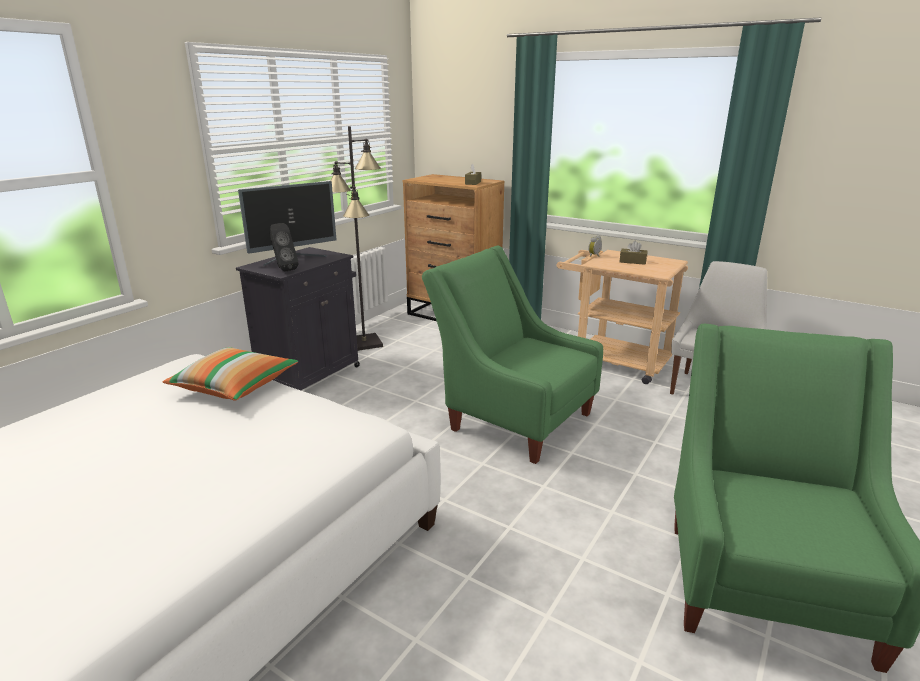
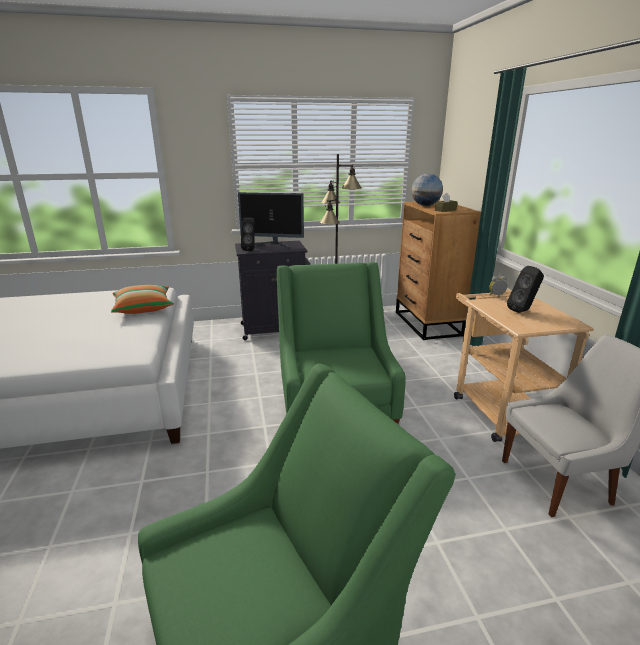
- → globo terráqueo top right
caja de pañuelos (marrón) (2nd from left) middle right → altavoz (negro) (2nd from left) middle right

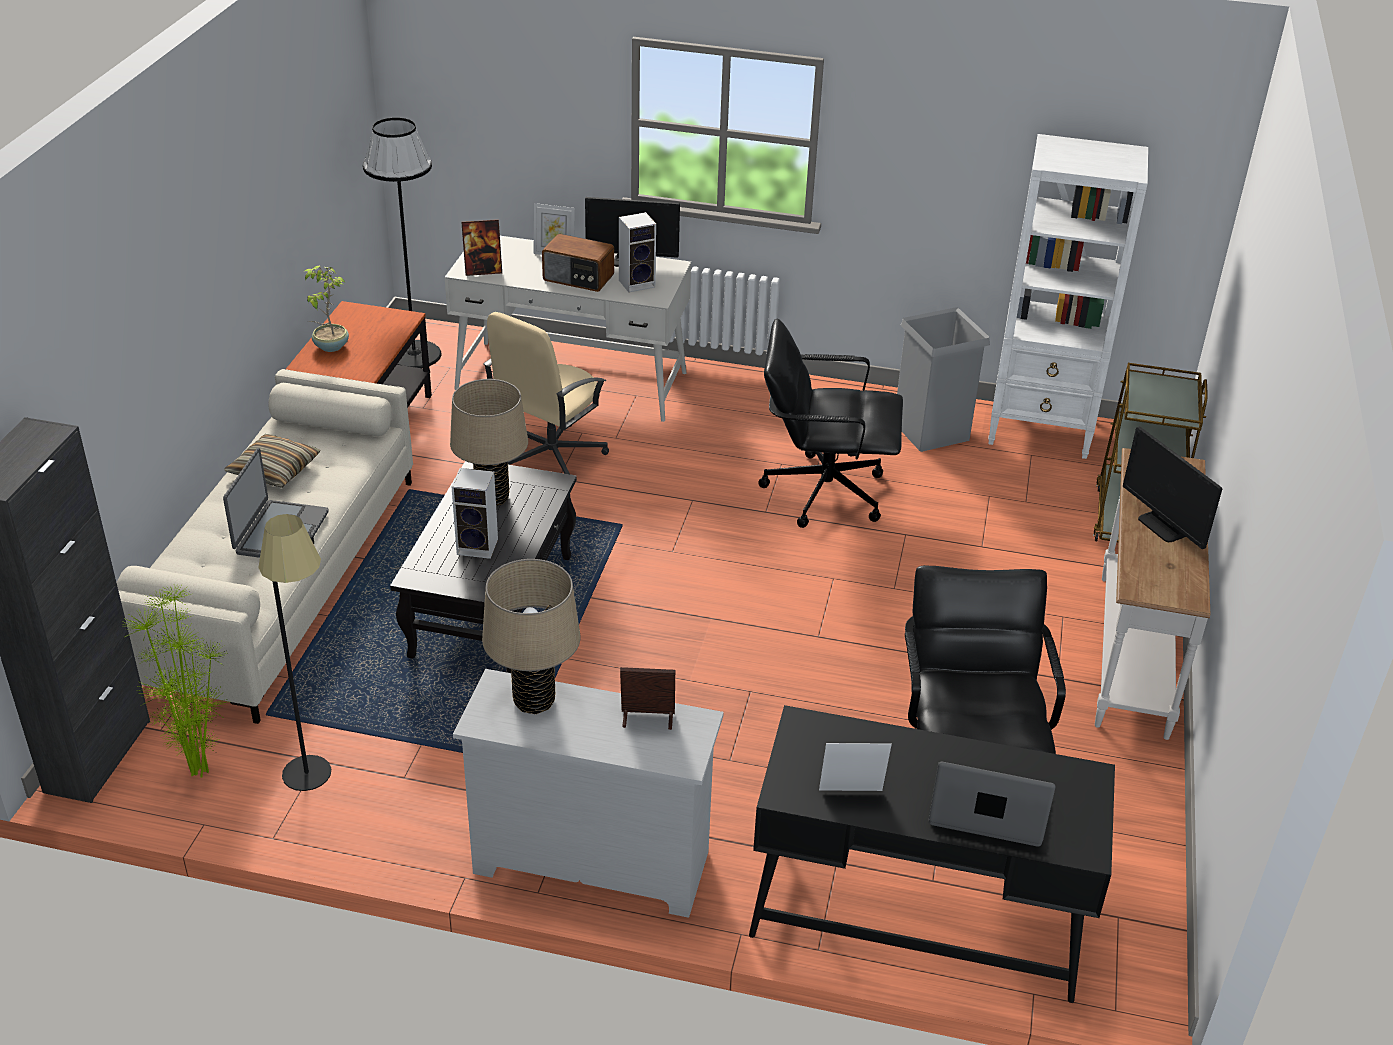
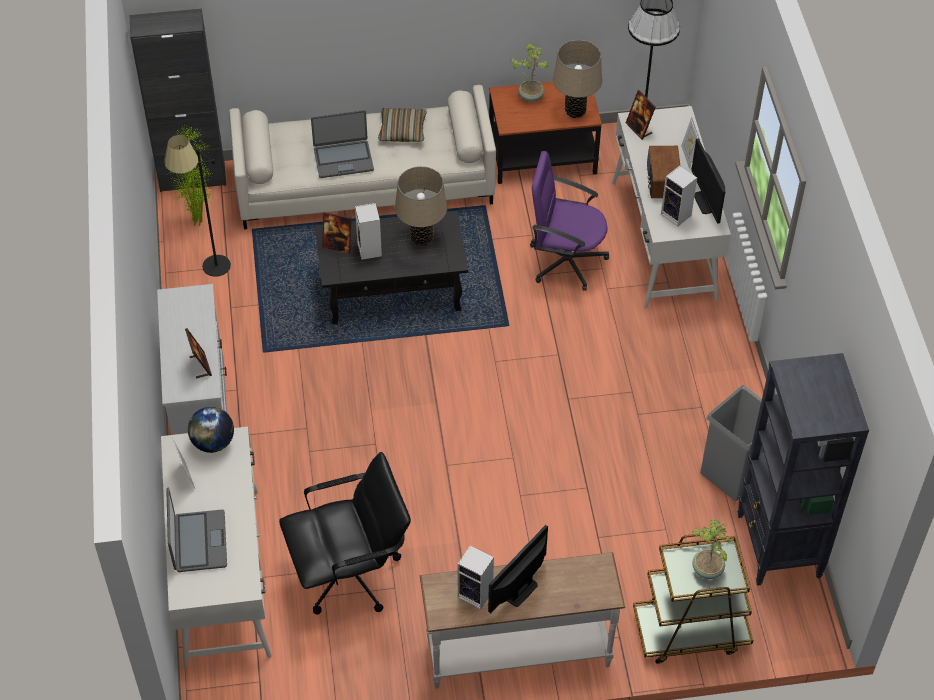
escritorio (negro) bottom right → escritorio (blanco) (1st from left) bottom left
- → globo terráqueo middle left
- → portarretratos (3rd from left) top centre
- → altavoz (2nd from left) bottom centre
silla de oficina (beis) centre → silla de oficina (morado) top centre
lámpara de mesa (beis) (2nd from left) centre → lámpara de mesa (beis) (2nd from left) top centre, moved
- → planta en maceta (3rd from left) bottom right
estantería (blanco) top right → estantería (negro) bottom right
silla de oficina (negro) (1st from left) centre → -

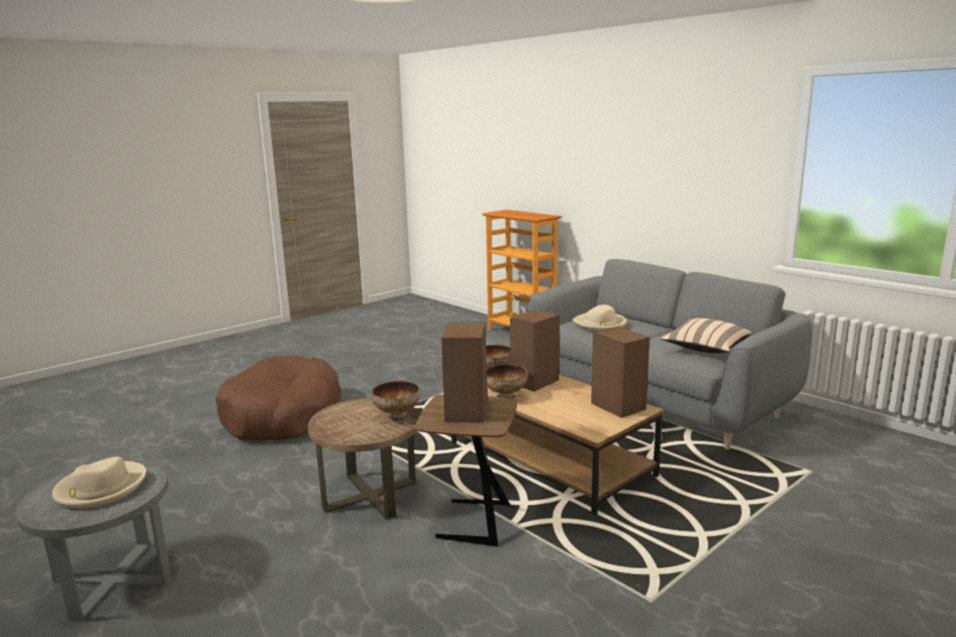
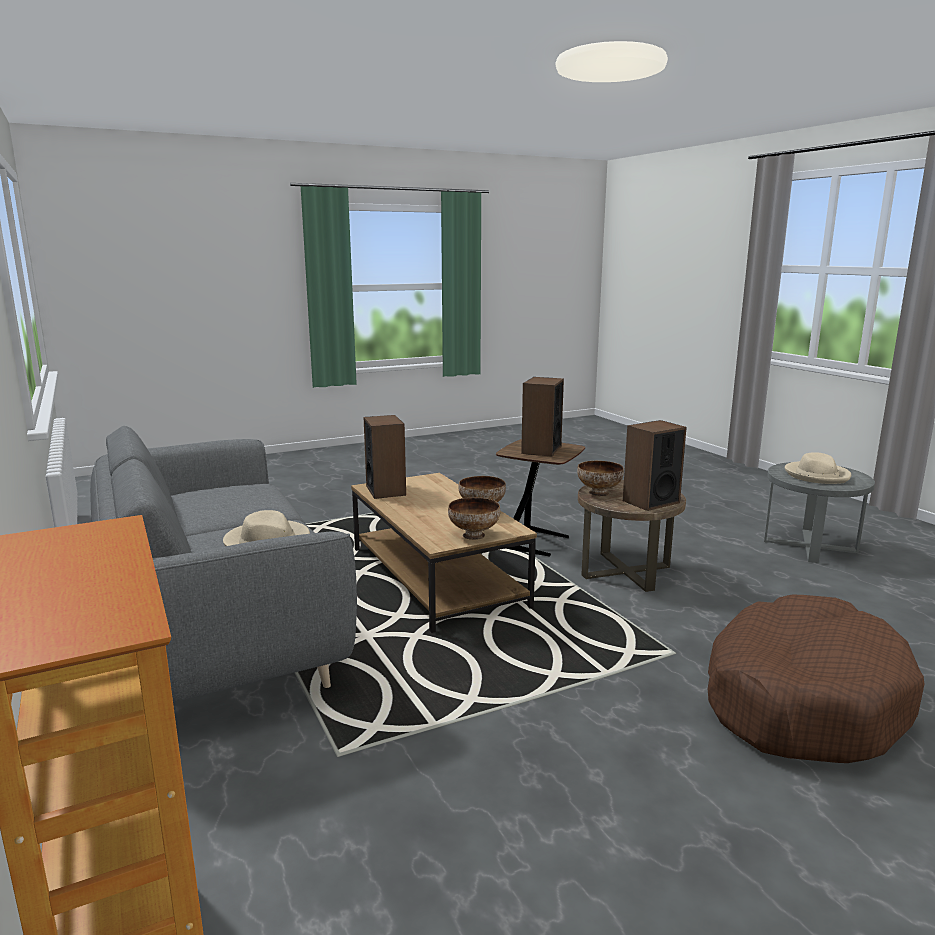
altavoz (2nd from left in the first image) centre → altavoz (3rd from left) middle right, moved
cojín (beis) middle right → -

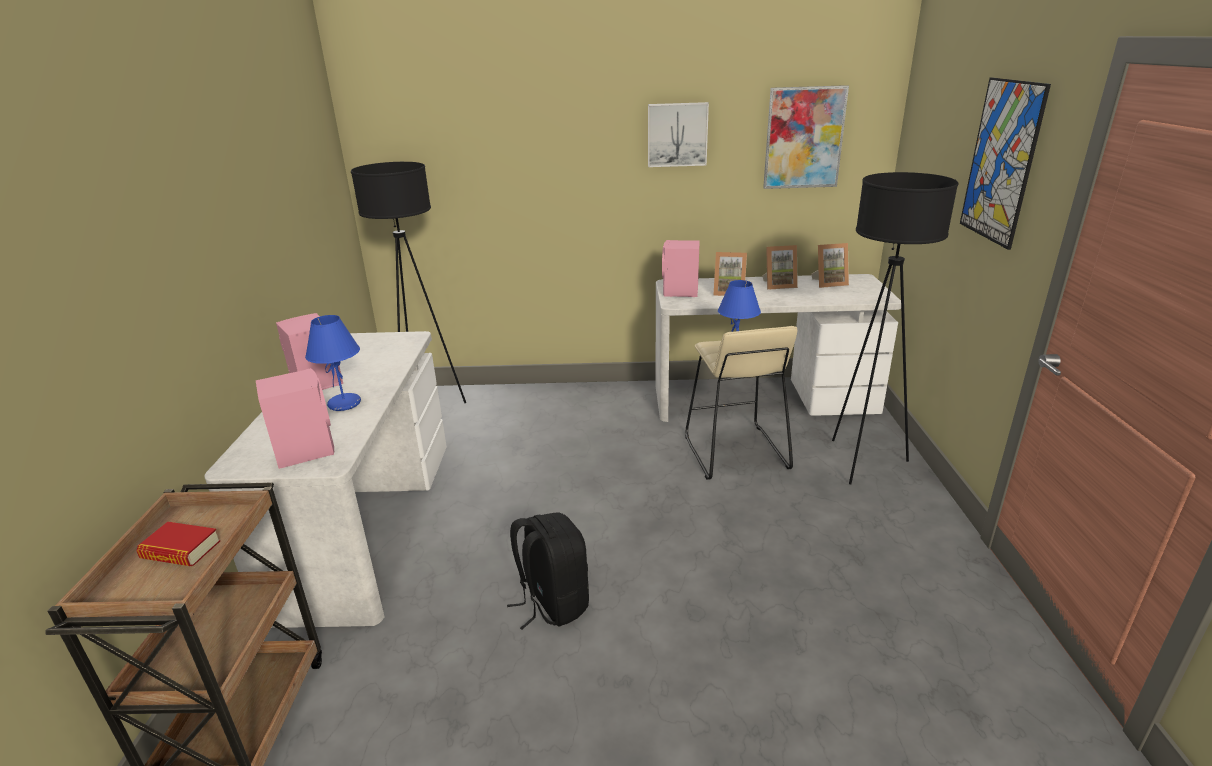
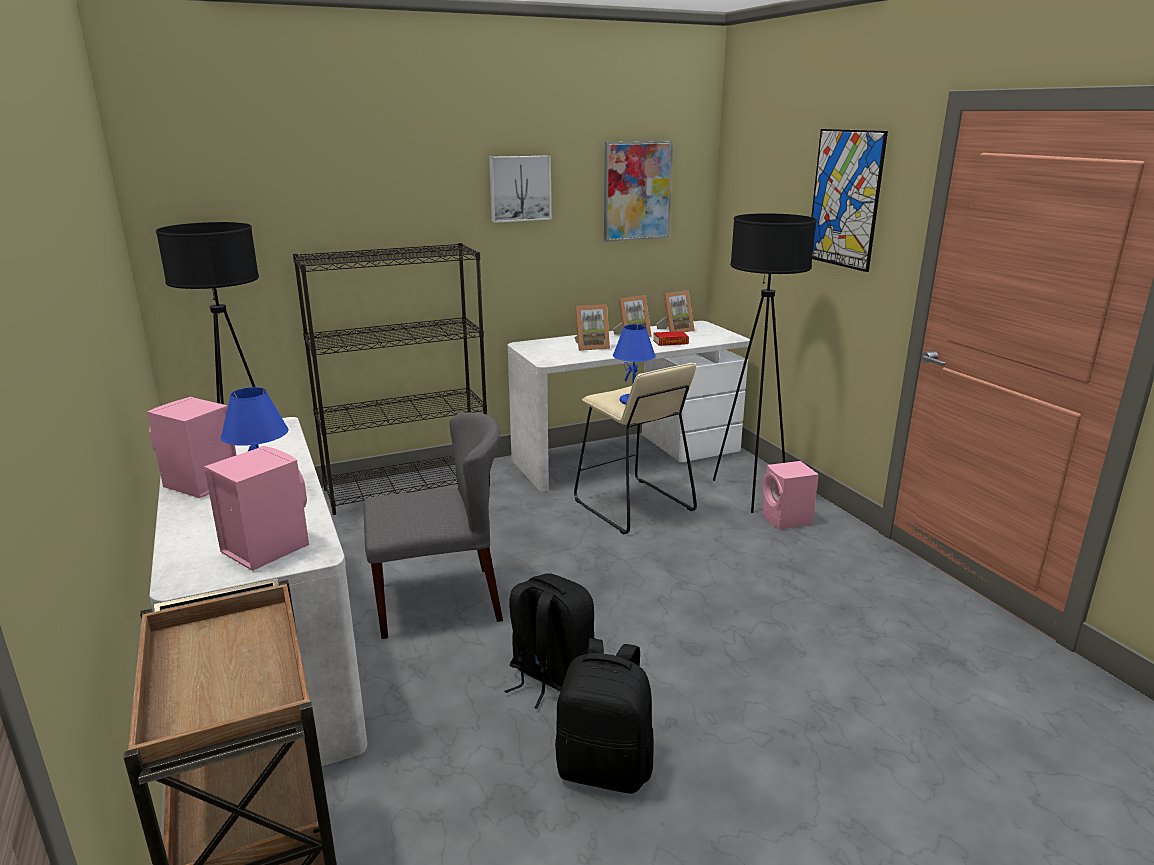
- → estantería (negro) centre
- → silla (gris) centre
- → mochila (negro) (2nd from left) bottom centre
libro bottom left → libro centre, moved
altavoz (rosa) (3rd from left) centre → altavoz (rosa) (3rd from left) middle right, moved

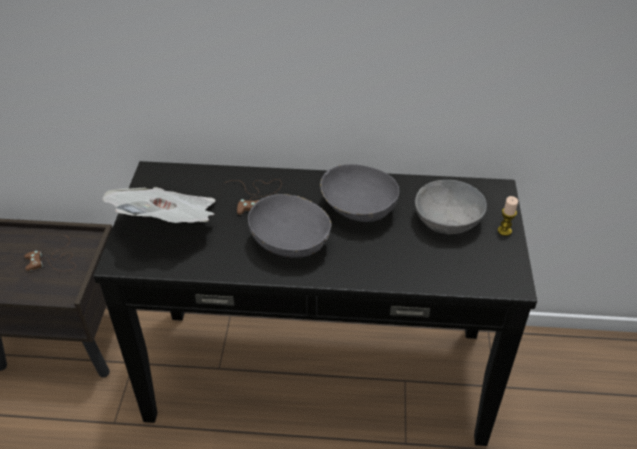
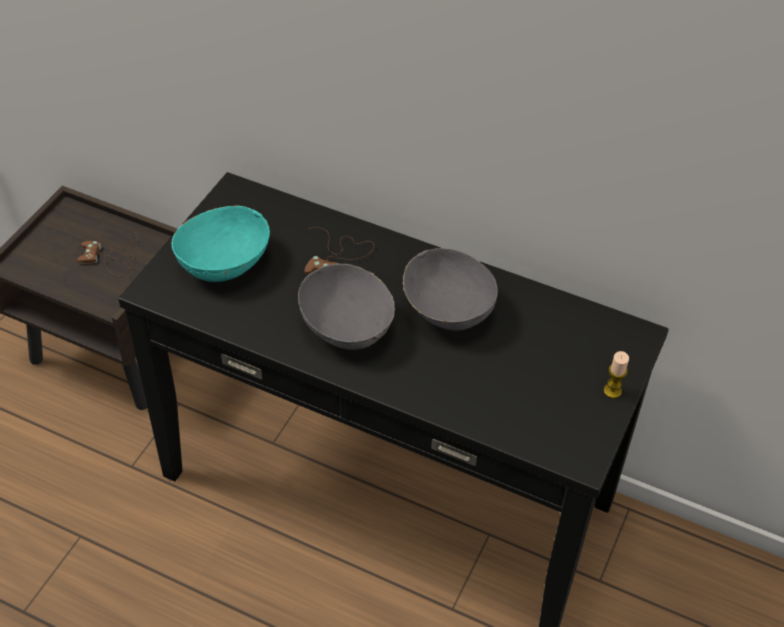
periódico middle left → cuenco (turquesa) middle left
cuenco (gris) (3rd from left) middle right → -

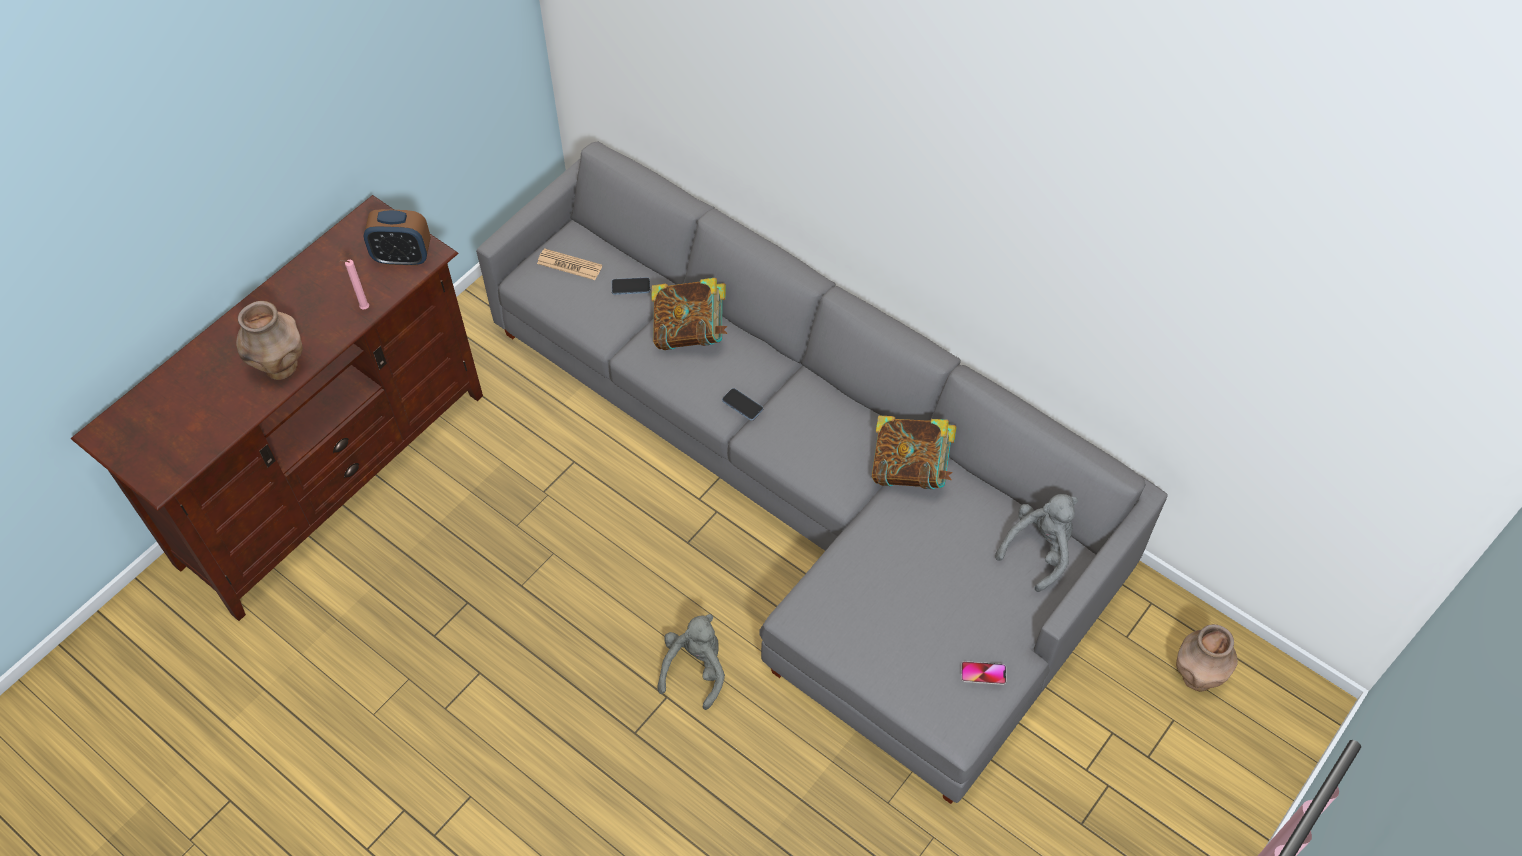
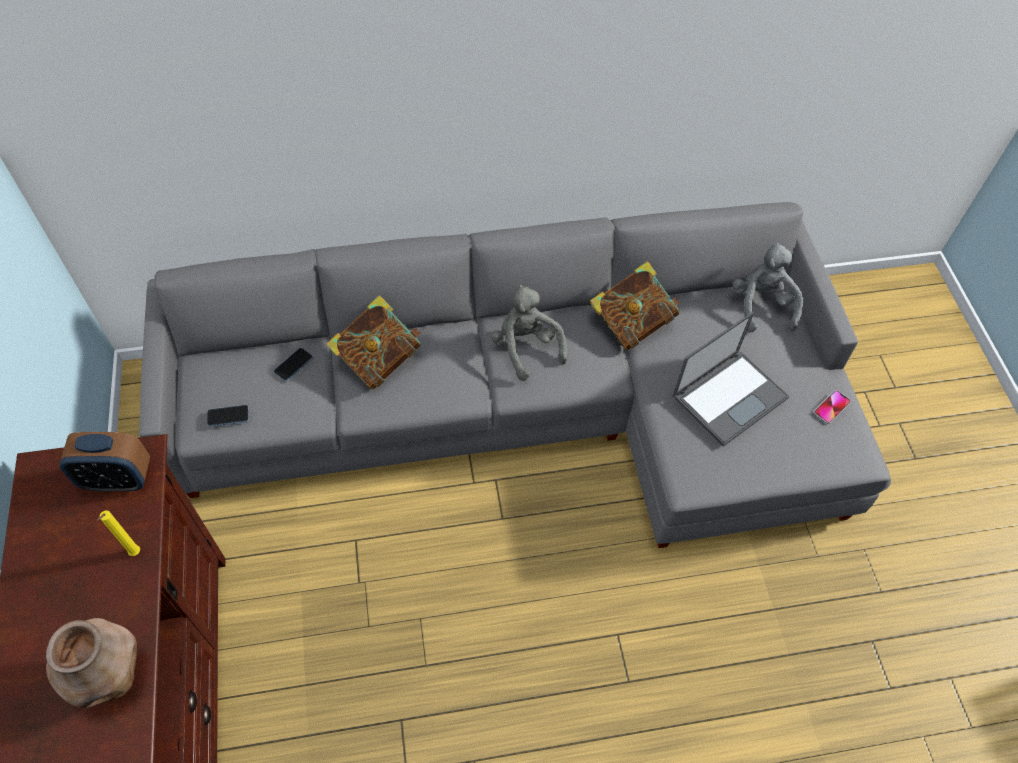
despertador top left → despertador middle left, 45 degrees clockwise
vela (rosa) top left → vela (amarillo) bottom left
móvil (2nd from left in the first image) centre → móvil (1st from left) middle left, moved
peluche (gris) (1st from left) bottom centre → peluche (gris) (1st from left) centre, moved
- → portátil middle right
periódico top centre → -
florero (marrón) (2nd from left) bottom right → -

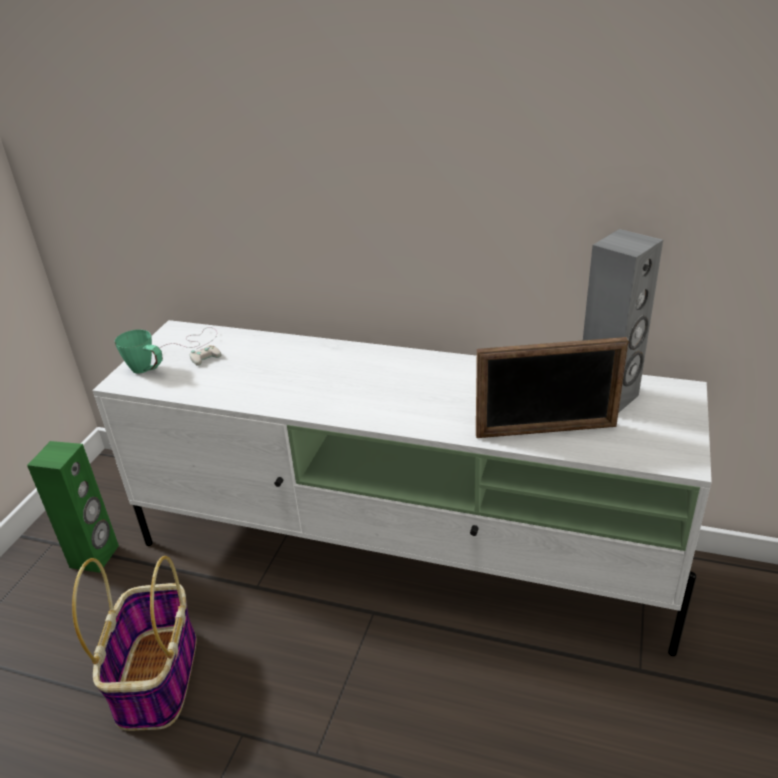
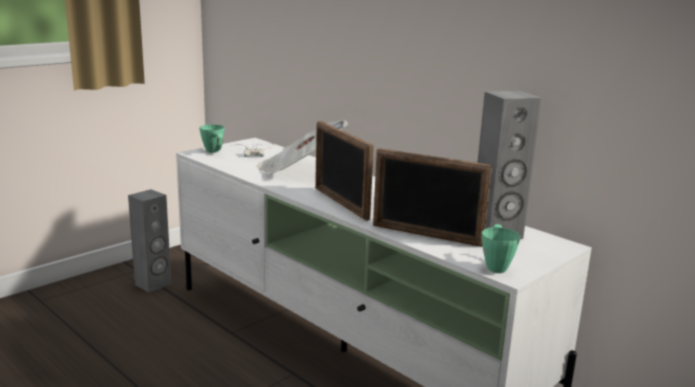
altavoz (verde) middle left → altavoz (gris) (1st from left) middle left
- → periódico centre
- → portarretratos (1st from left) centre
- → taza grande (verde) (2nd from left) middle right
cesta bottom left → -

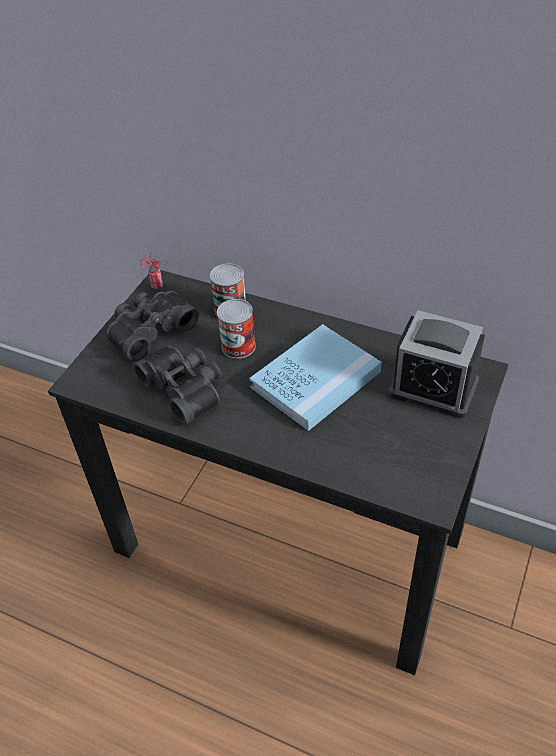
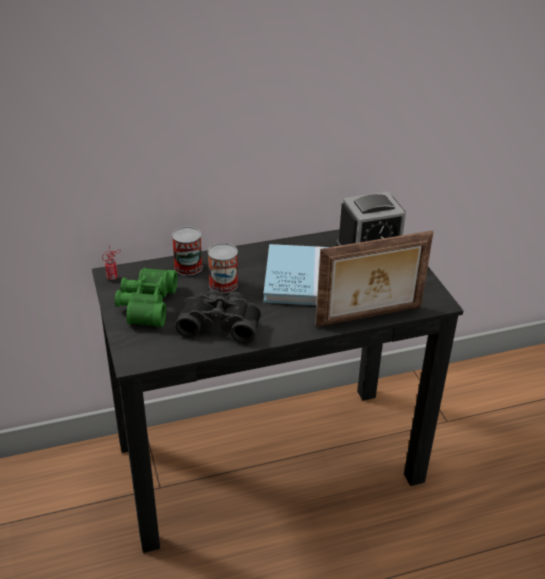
prismáticos (negro) (1st from left) middle left → prismáticos (verde) middle left
- → portarretratos middle right

